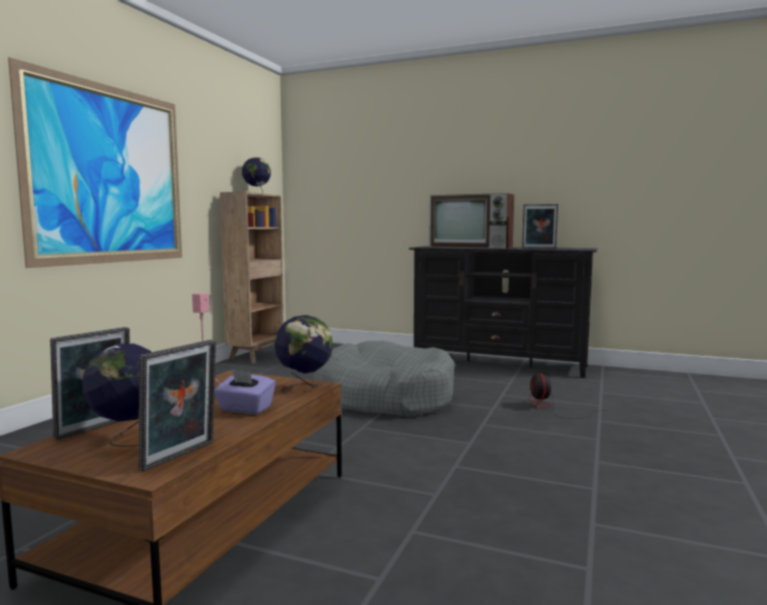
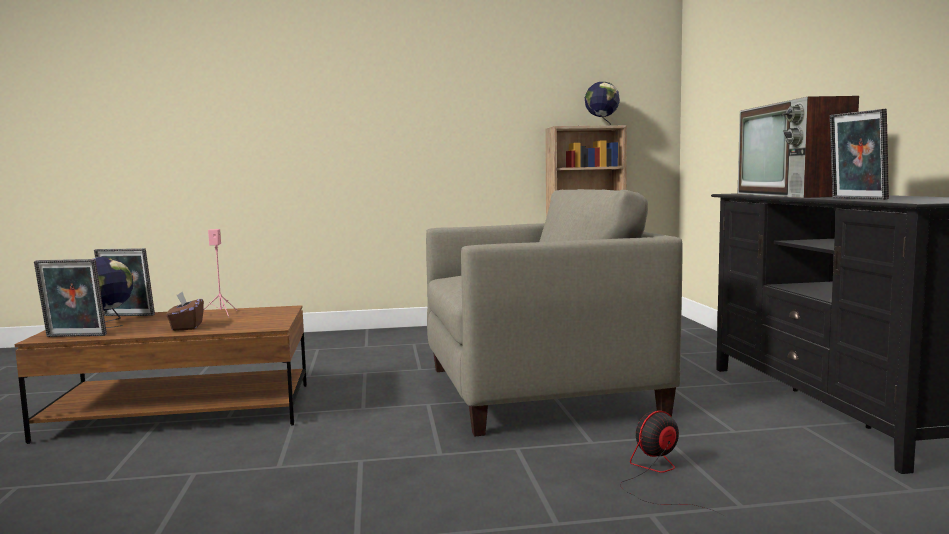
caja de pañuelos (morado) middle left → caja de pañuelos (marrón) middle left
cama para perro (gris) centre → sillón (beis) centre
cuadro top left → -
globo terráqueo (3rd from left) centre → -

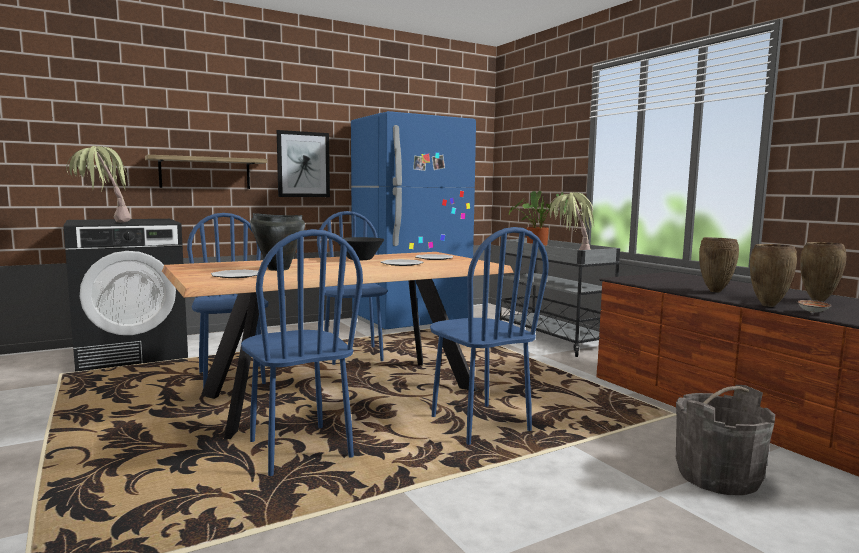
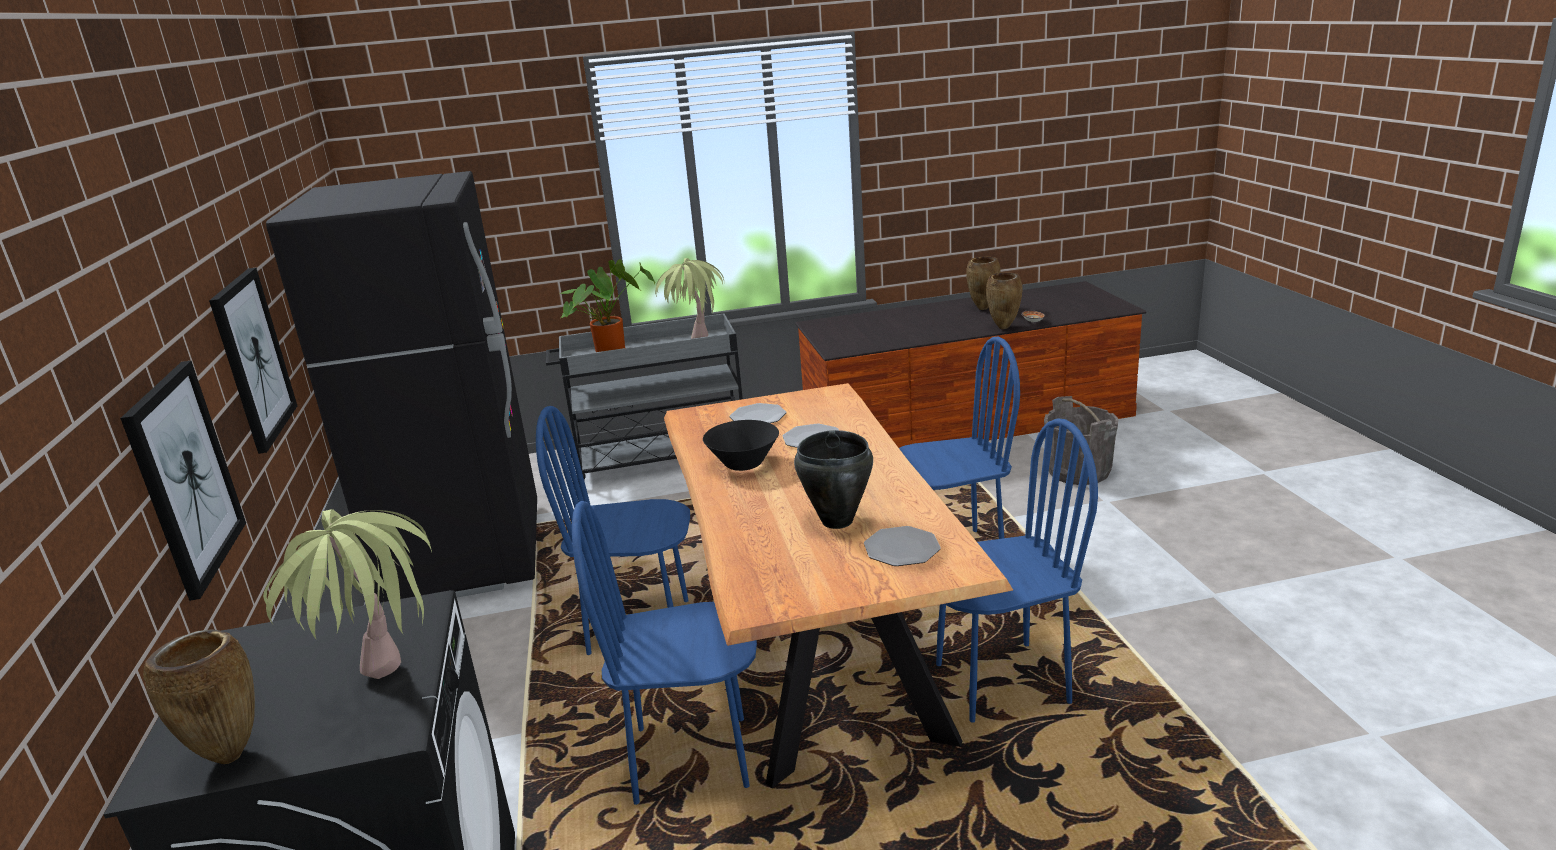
estante top left → cuadro (1st from left) middle left
florero (marrón) (1st from left) middle right → florero (marrón) (1st from left) bottom left, moved
nevera (azul) centre → nevera (negro) middle left

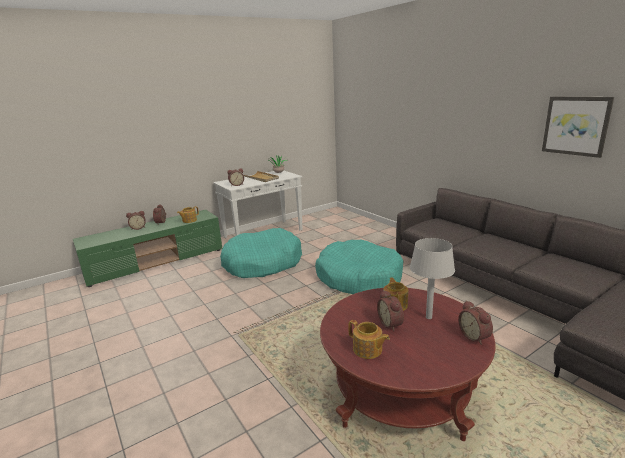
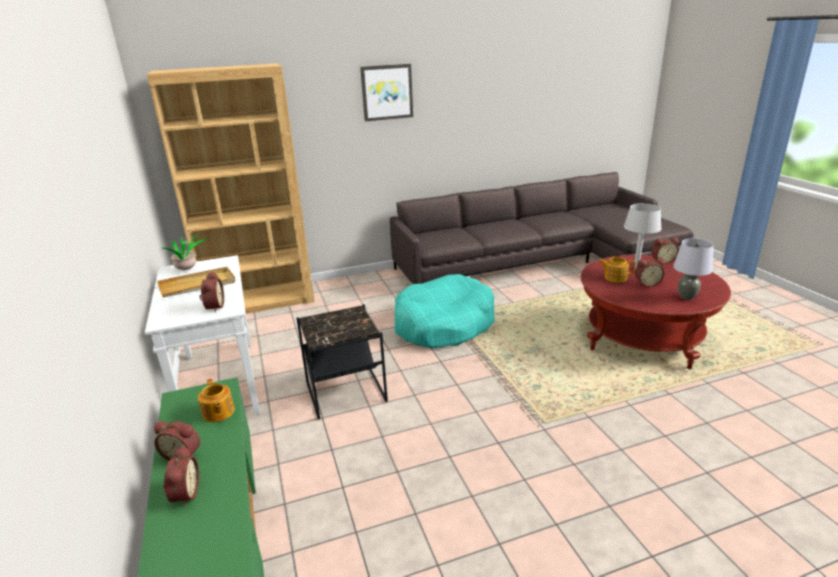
- → estantería (marrón) top left
cama para perro (turquesa) (1st from left) centre → mesa auxiliar (negro) centre
cuadro top right → cuadro top centre, moved
tetera (2nd from left) bottom centre → lámpara de mesa (gris) (2nd from left) middle right

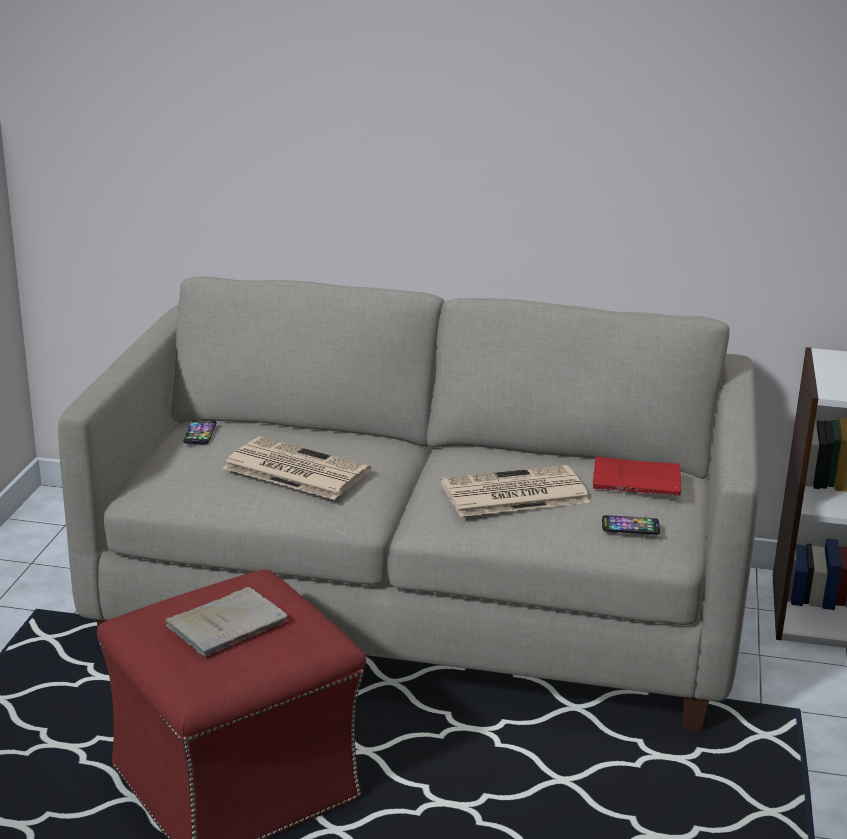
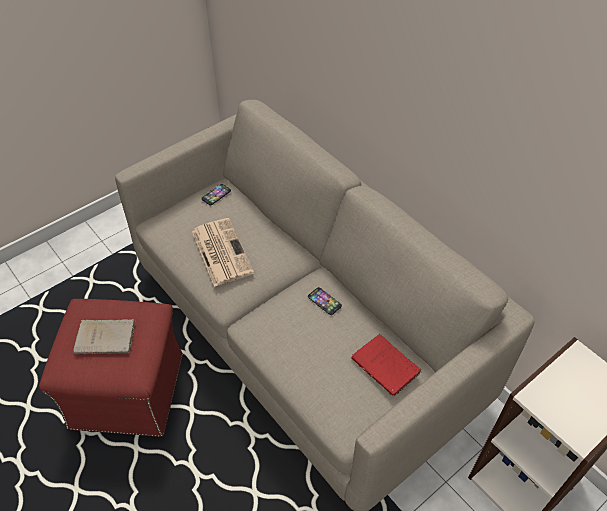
móvil (2nd from left) middle right → móvil (2nd from left) centre, moved
periódico (2nd from left) centre → -

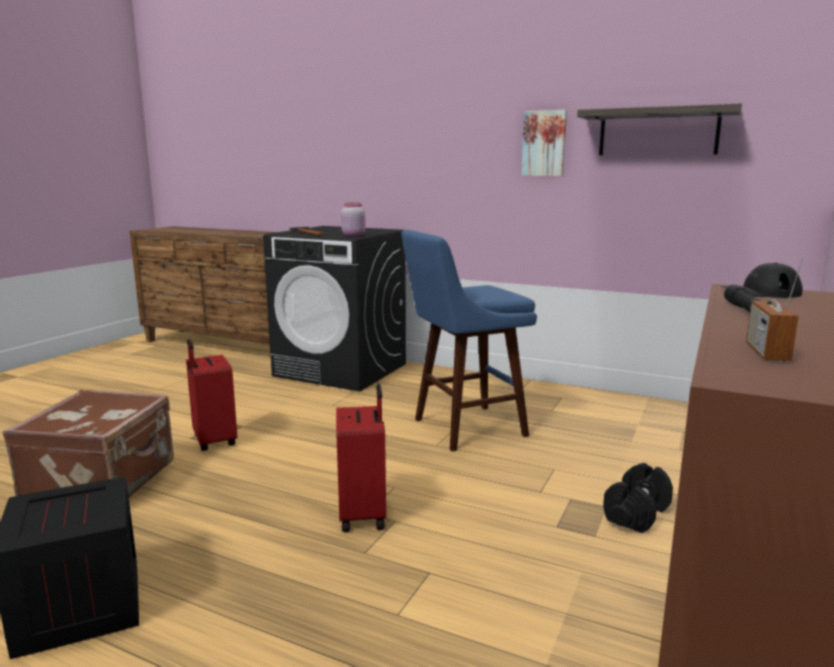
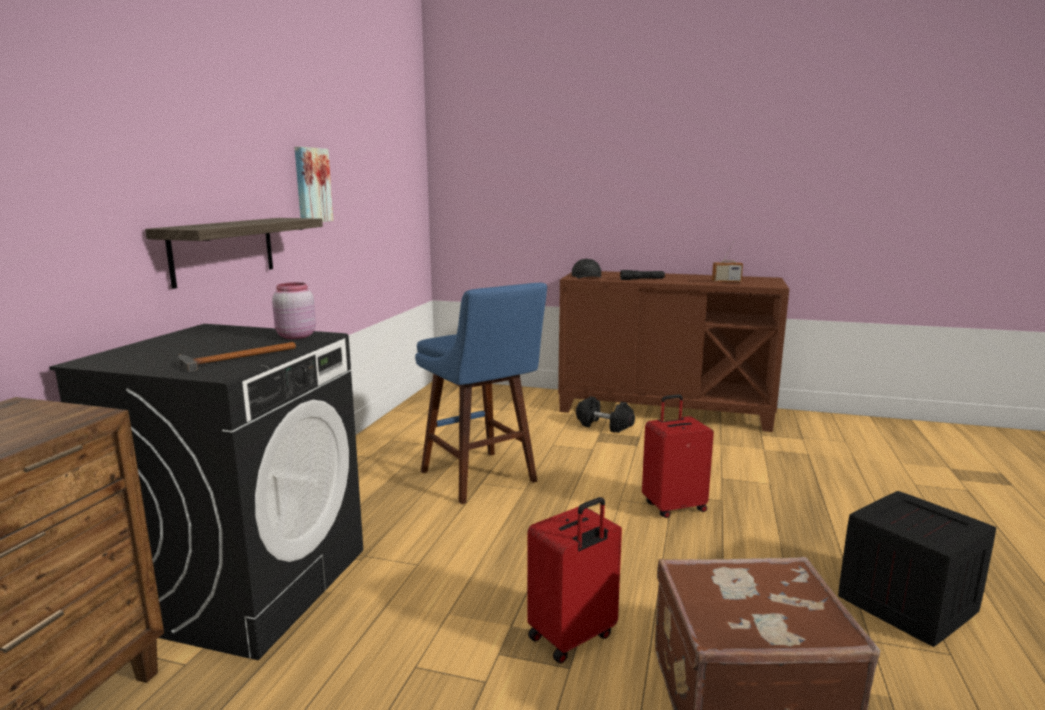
estante top right → estante middle left, moved

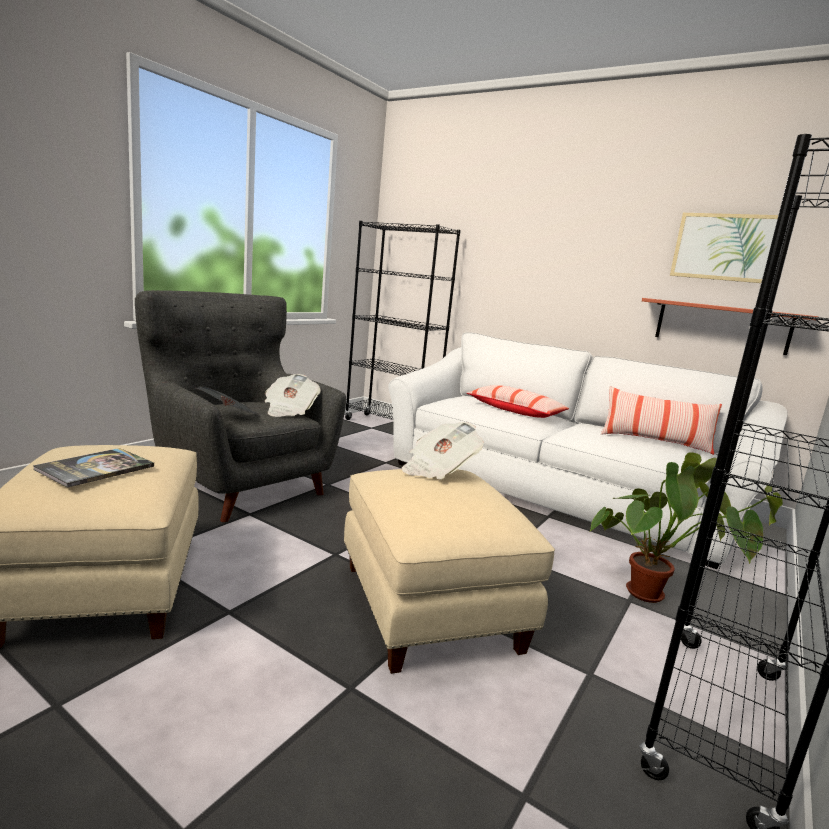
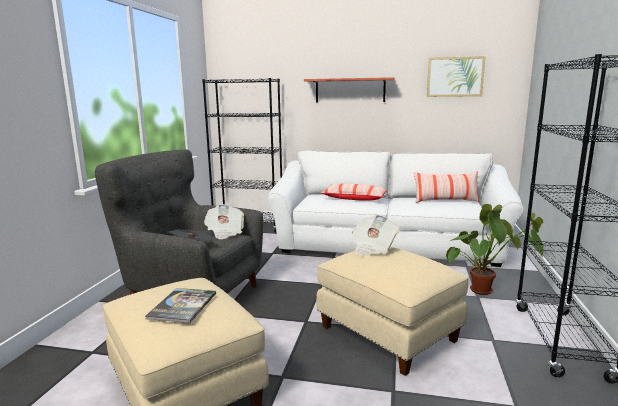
estante middle right → estante top centre, moved

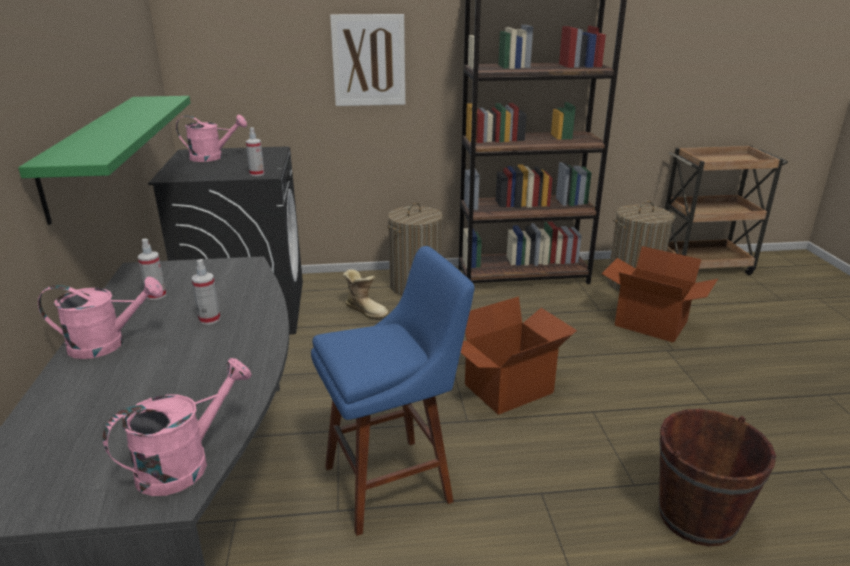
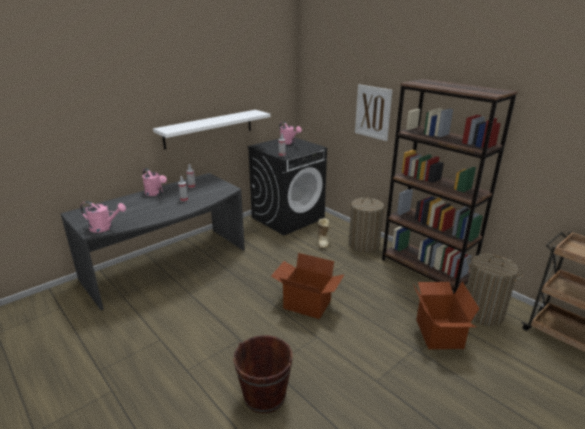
estante (verde) top left → estante (blanco) top centre
taburete (azul) bottom centre → -

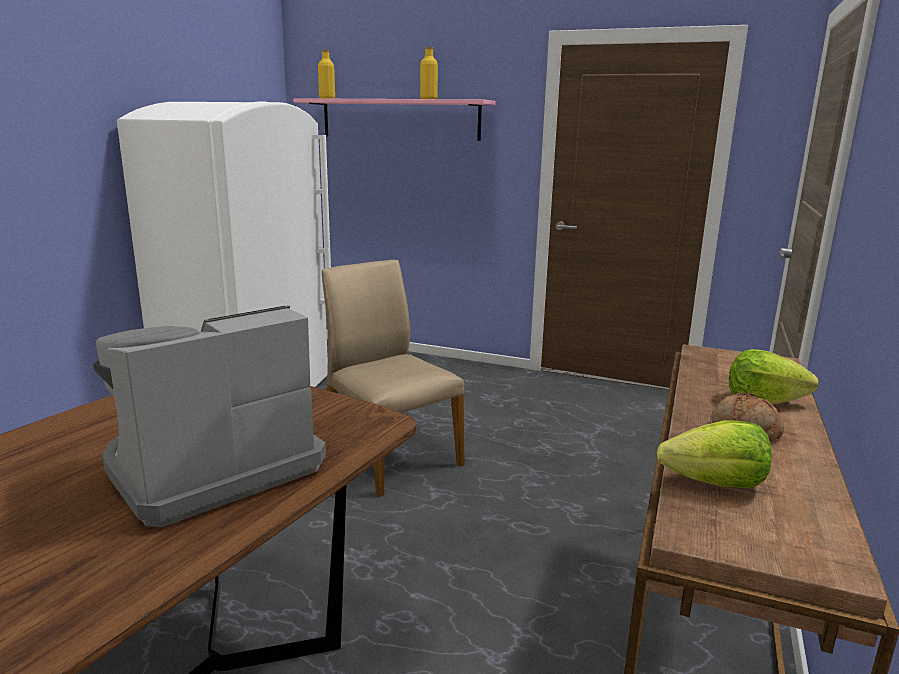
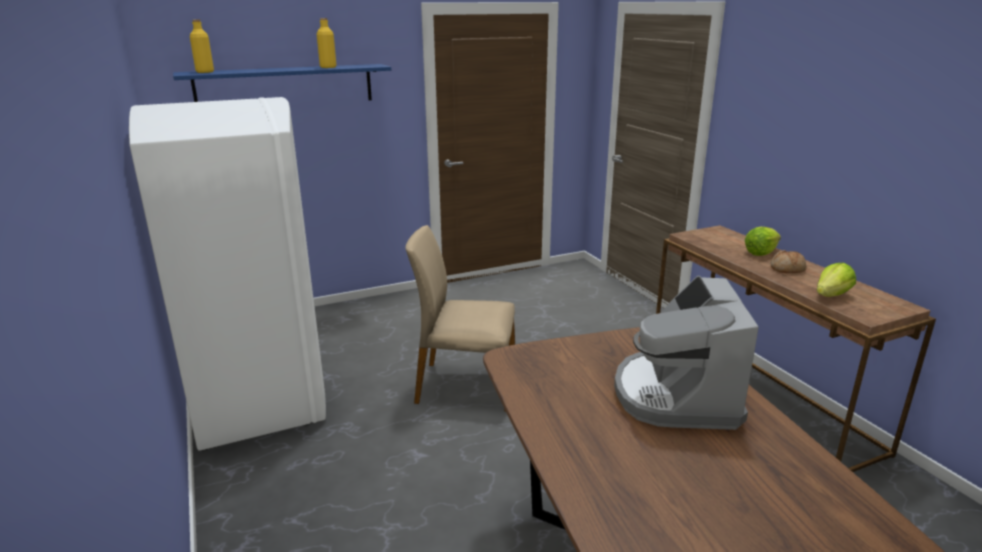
estante (rosa) top centre → estante (azul) top left

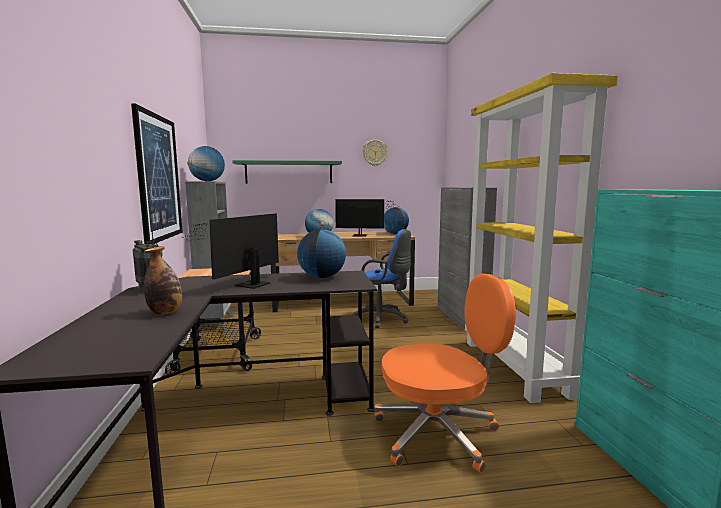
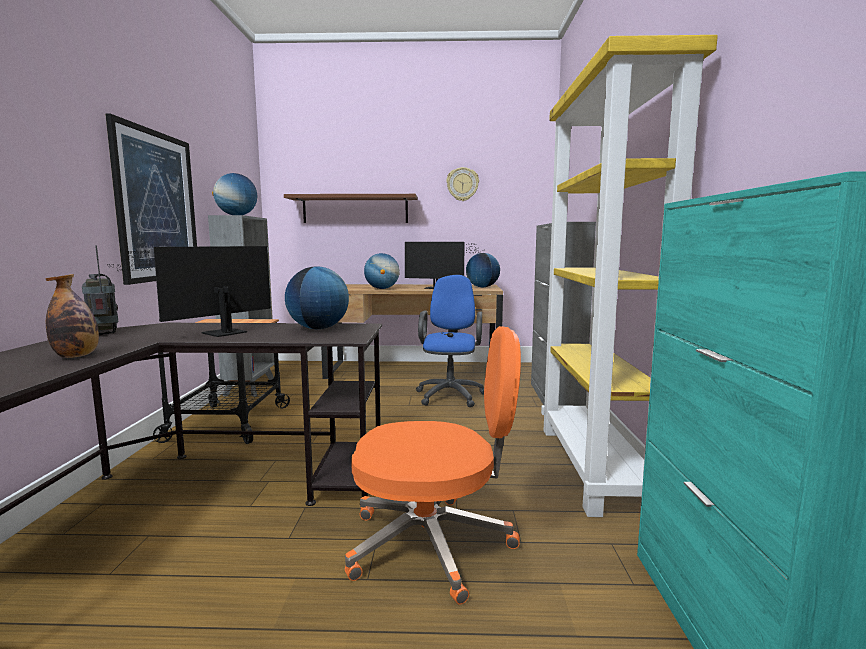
estante (verde) centre → estante (marrón) top centre
silla de oficina (azul) centre, 120 degrees counterclockwise

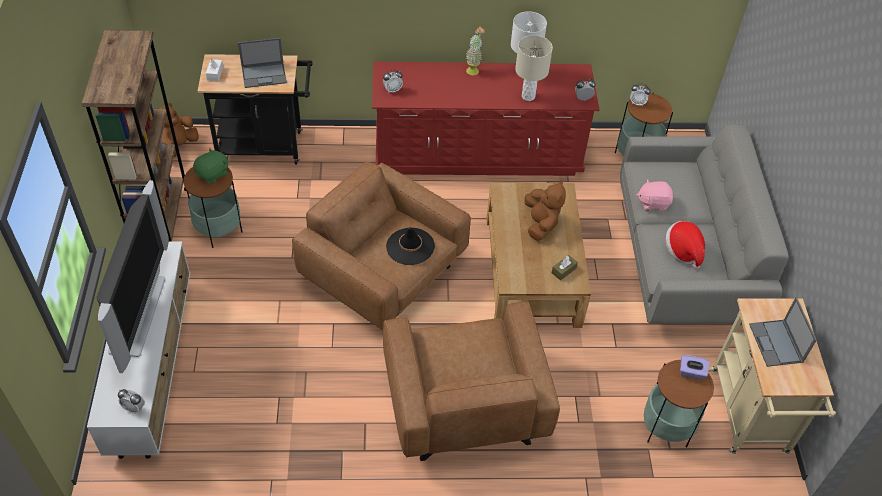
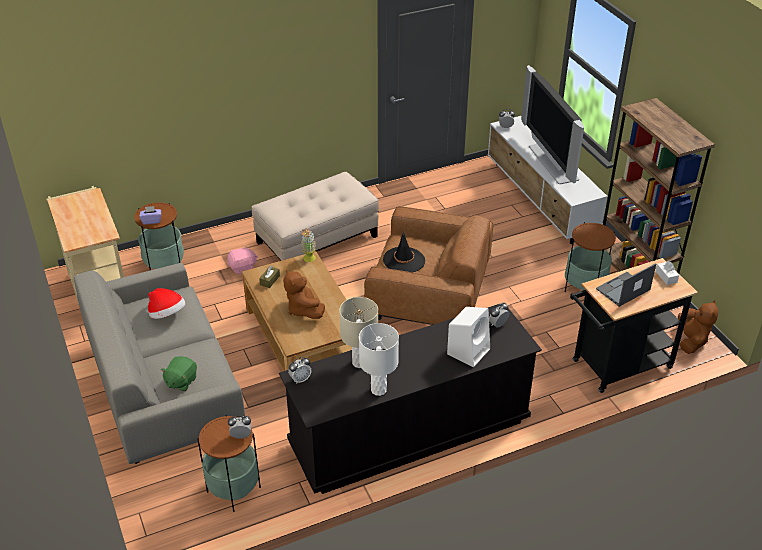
peluche (verde) middle left → peluche (verde) bottom left, moved
peluche (rosa) middle right → peluche (rosa) middle left, moved
sillón (marrón) (2nd from left) bottom centre → puf (beis) centre
cómoda (rojo) top centre → cómoda (negro) bottom centre
planta en maceta top centre → planta en maceta centre, moved
- → altavoz (blanco) centre
portátil (2nd from left) bottom right → -

